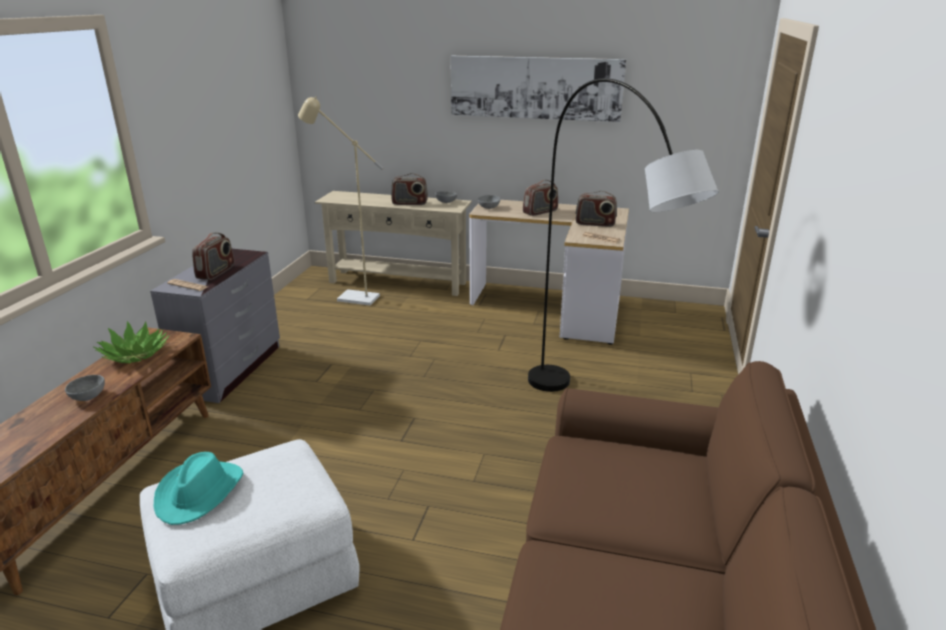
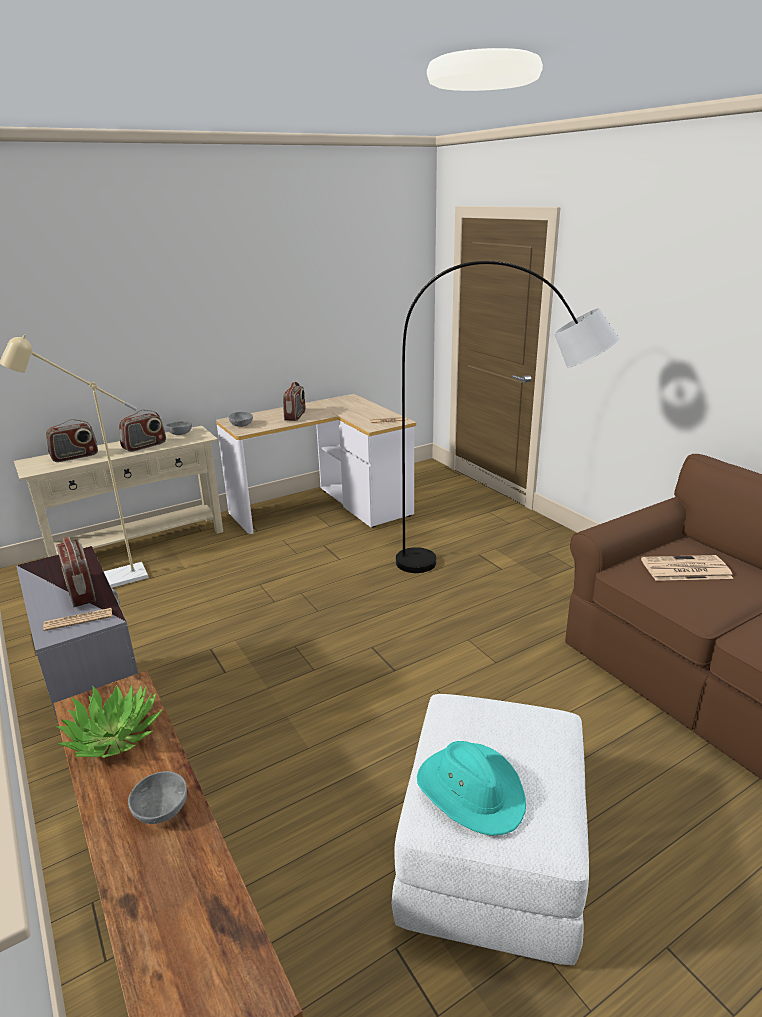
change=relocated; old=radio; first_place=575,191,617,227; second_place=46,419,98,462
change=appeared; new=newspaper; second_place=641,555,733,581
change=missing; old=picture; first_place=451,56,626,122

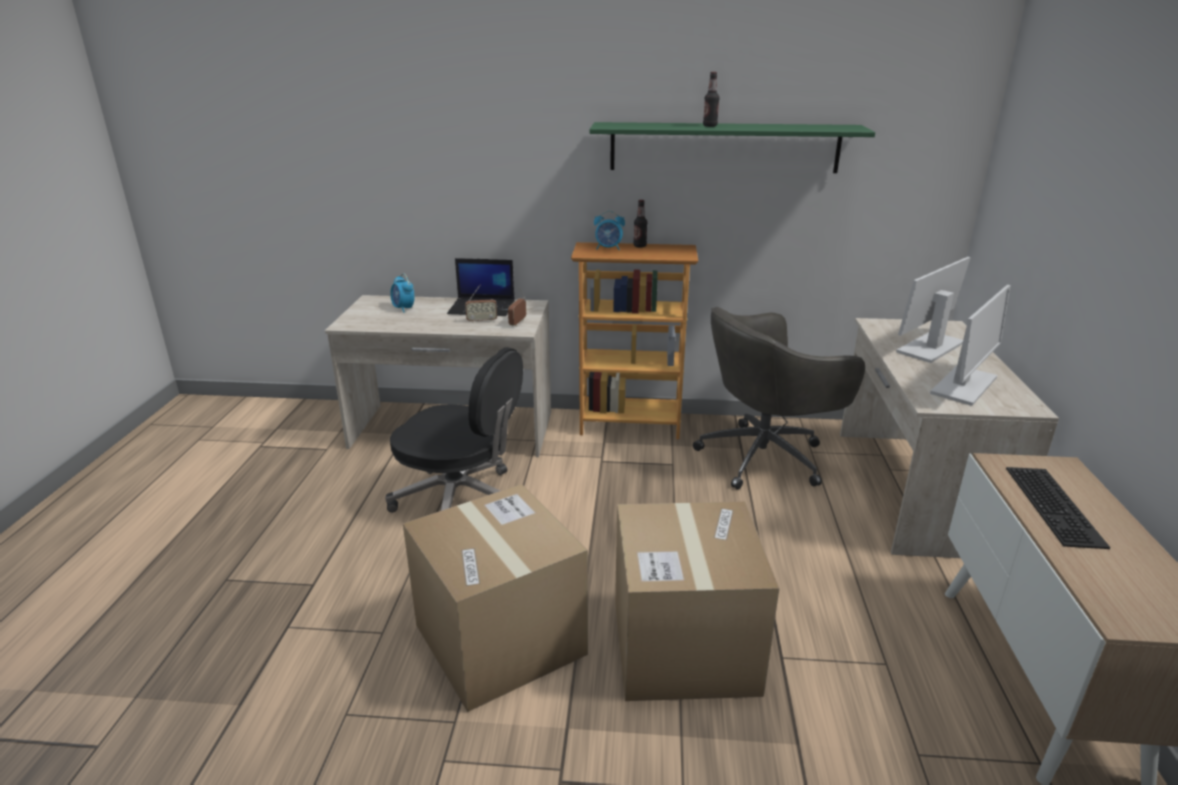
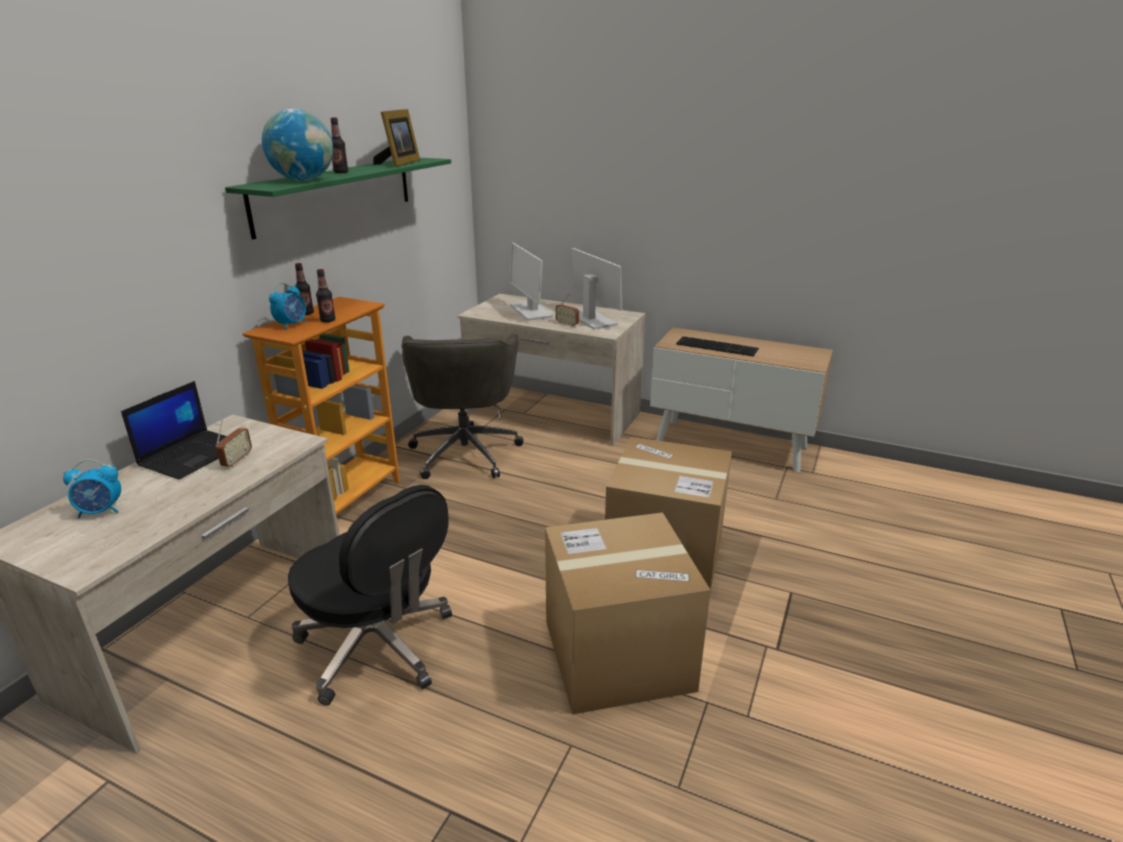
change=appeared; new=globe; second_place=262,109,333,181
change=spun; old=black office chair; first_place=385,347,523,512; second_place=288,485,452,706; degrees=90
change=appeared; new=bottle; second_place=316,269,335,322
change=appeared; new=picture frame; second_place=373,109,420,167
change=relocated; old=radio; first_place=508,288,526,327; second_place=556,293,579,327

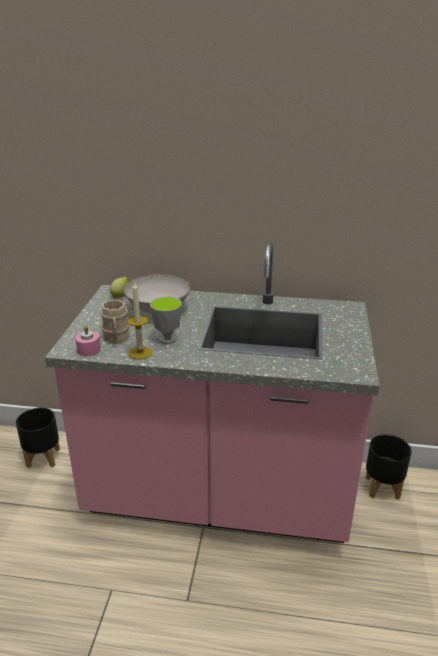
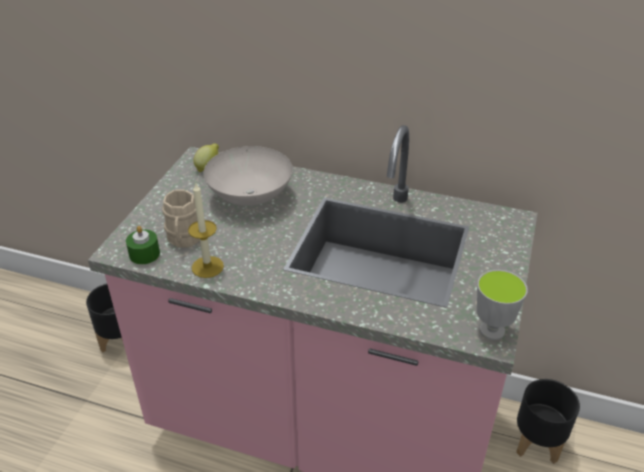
change=colour; old=pink candle; new=green candle; first_place=75,326,101,356; second_place=126,226,160,264
change=relocated; old=cup; first_place=150,297,182,344; second_place=477,270,528,340

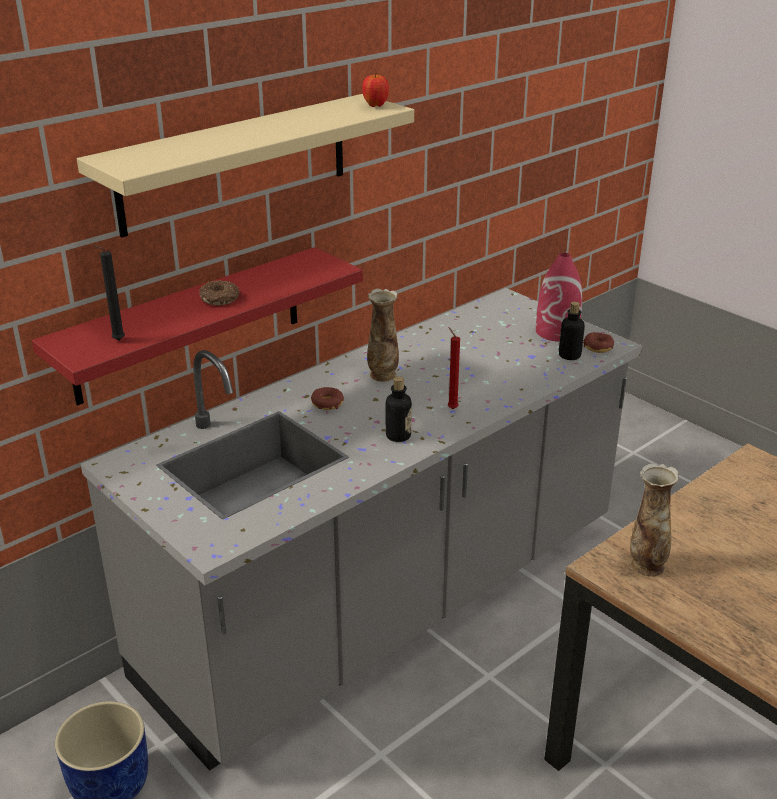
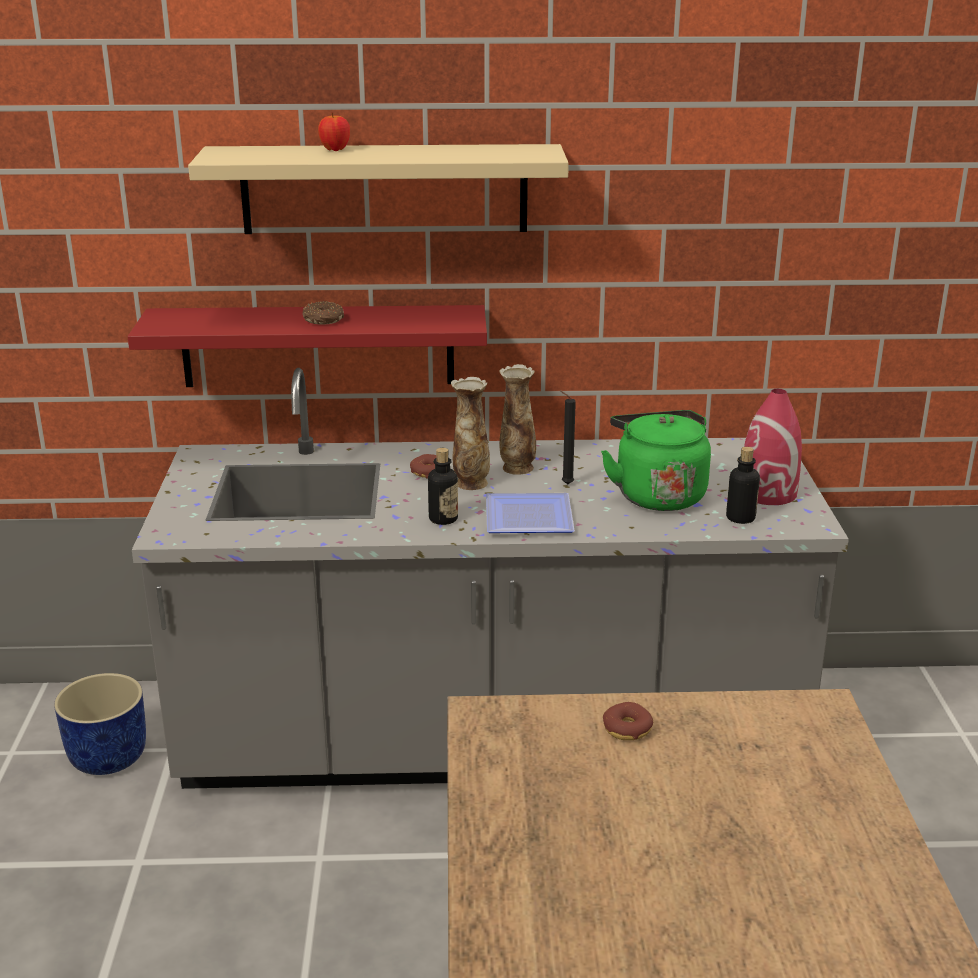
change=relocated; old=apple; first_place=362,72,389,107; second_place=318,112,350,151
change=relocated; old=vase; first_place=630,464,680,577; second_place=451,377,490,490
change=exchanged; old=red candle; new=plate; first_place=448,327,460,409; second_place=486,493,575,533
change=relocated; old=black candle; first_place=93,245,125,341; second_place=560,390,576,484
change=appeared; new=green kettle; second_place=601,410,711,511
change=relocated; old=donut; first_place=583,332,614,353; second_place=603,702,653,740

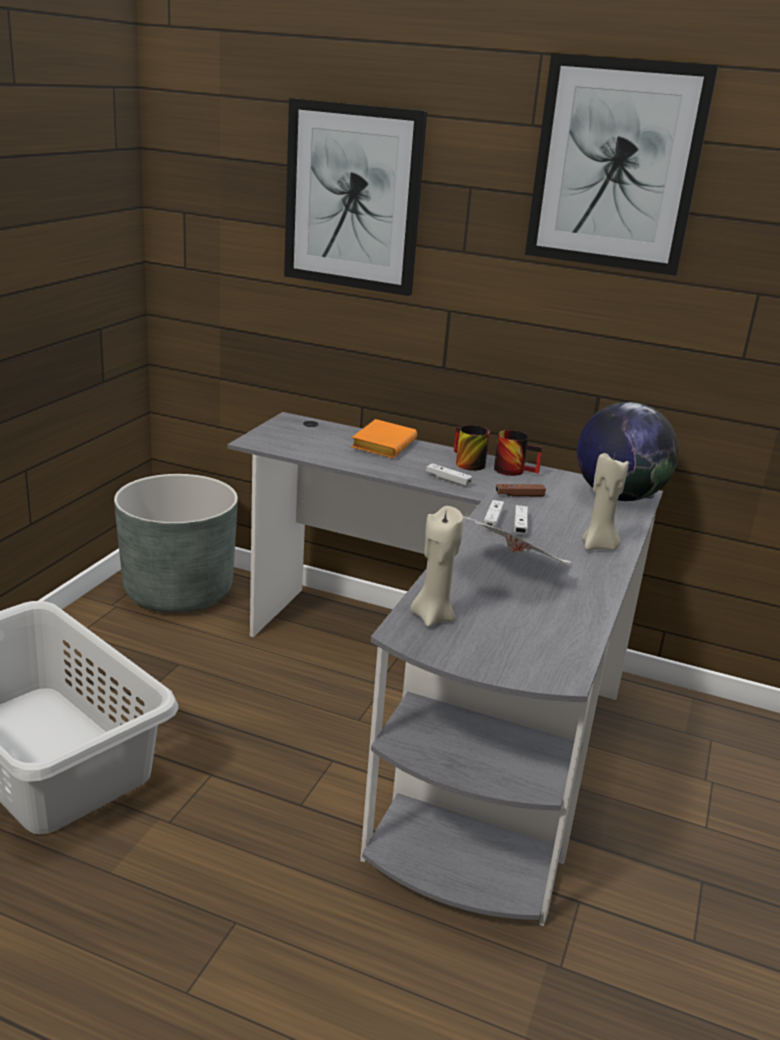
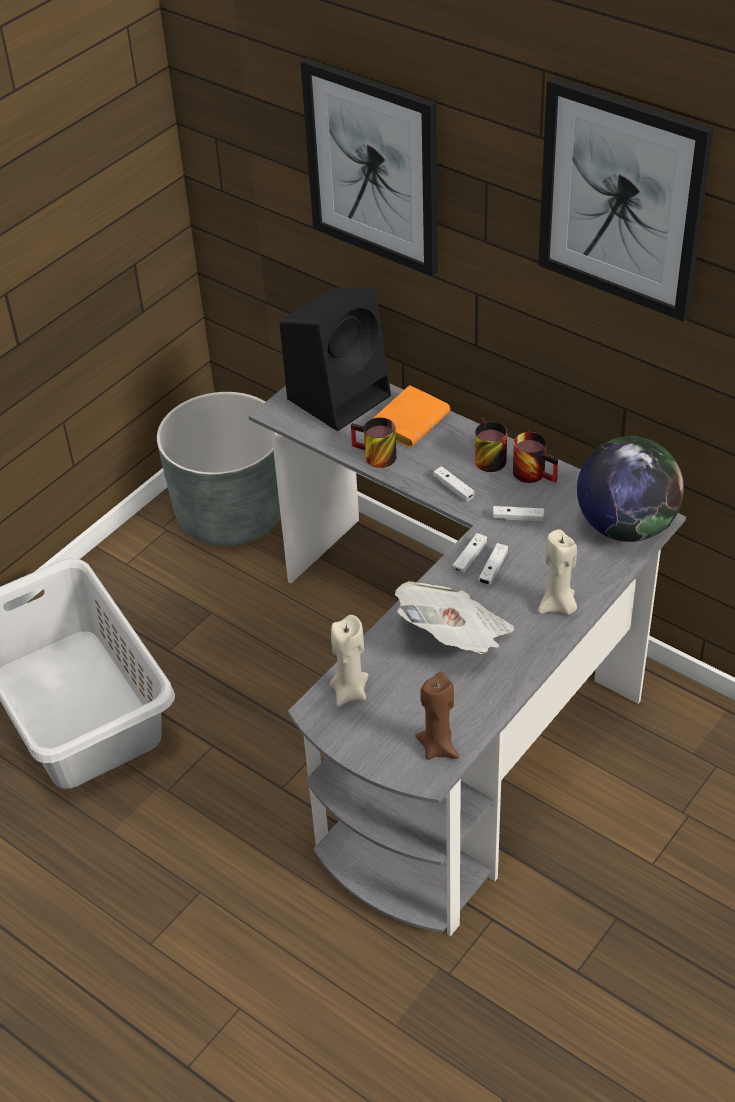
change=appeared; new=black speaker; second_place=279,287,391,431
change=appeared; new=mug; second_place=351,417,396,468
change=appeared; new=brown candle; second_place=415,672,459,760
change=colour; old=brown game controller; new=white game controller; first_place=496,484,546,497; second_place=493,506,544,522

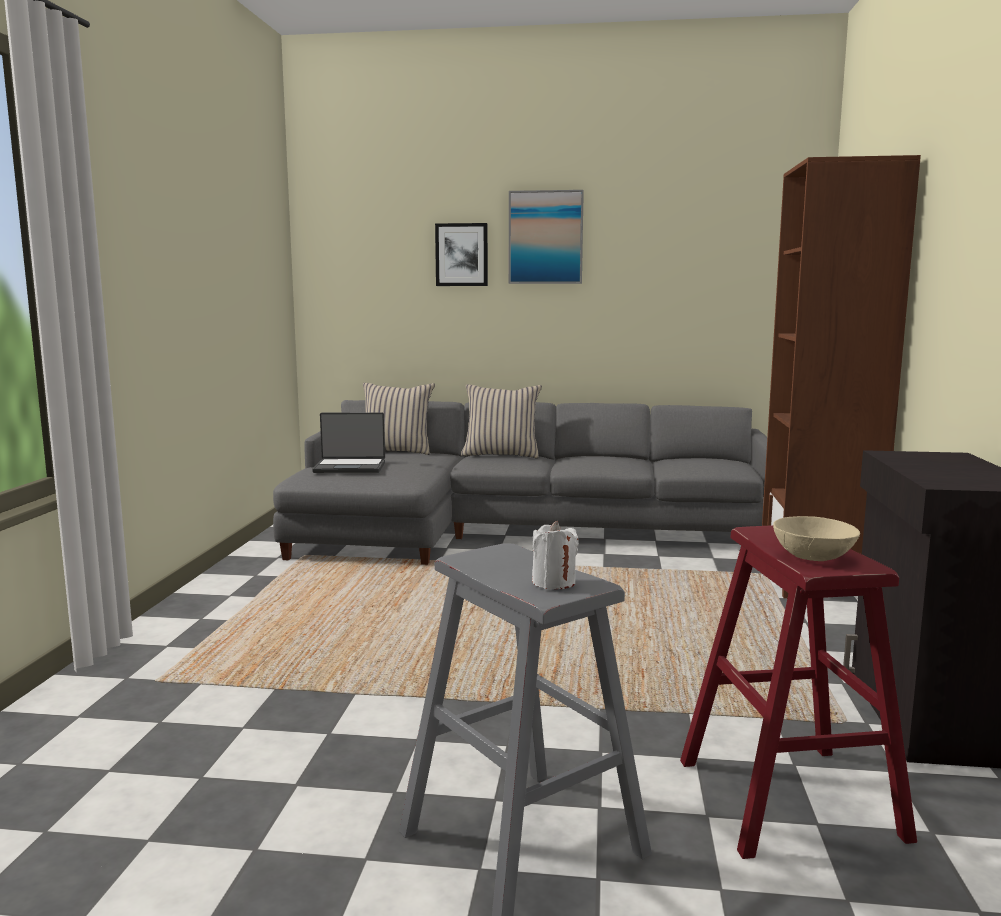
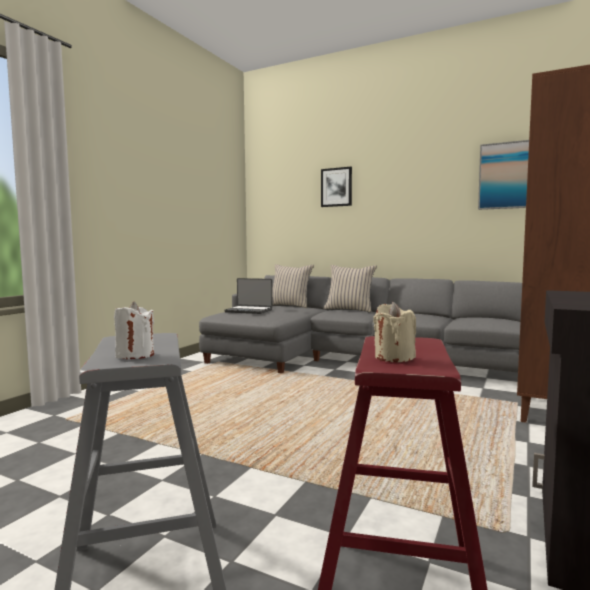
change=exchanged; old=beige bowl; new=beige candle; first_place=773,516,860,561; second_place=373,302,416,362
change=relocated; old=picture; first_place=509,190,584,284; second_place=478,140,529,210

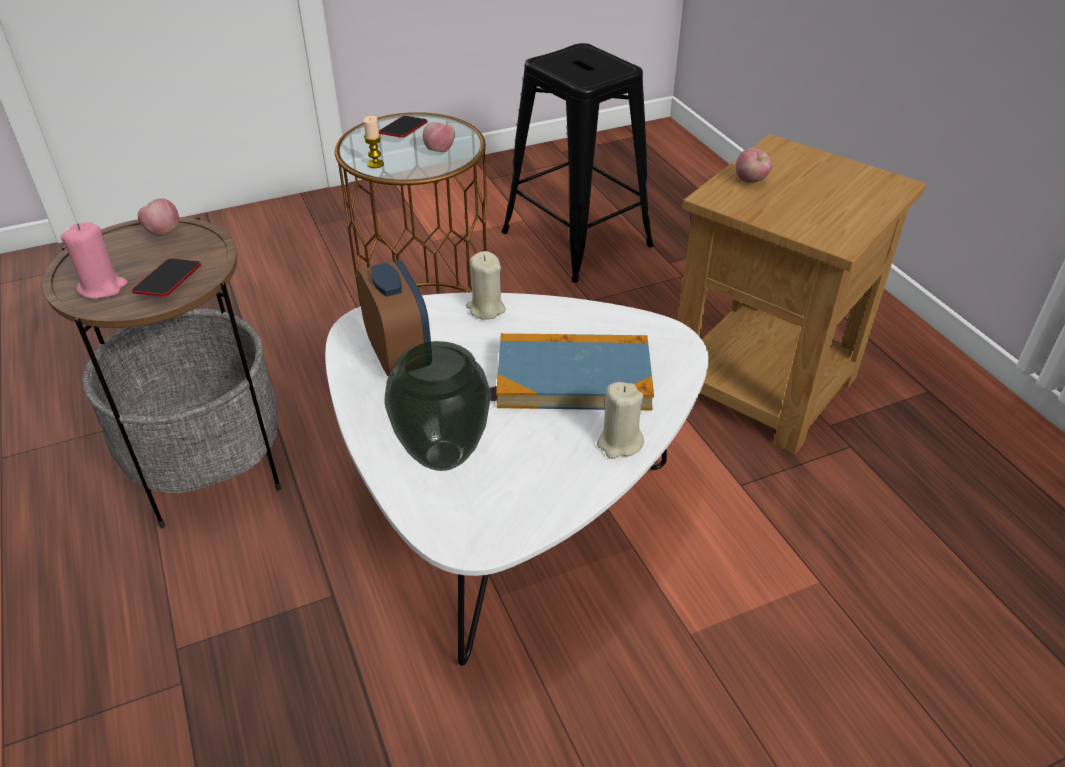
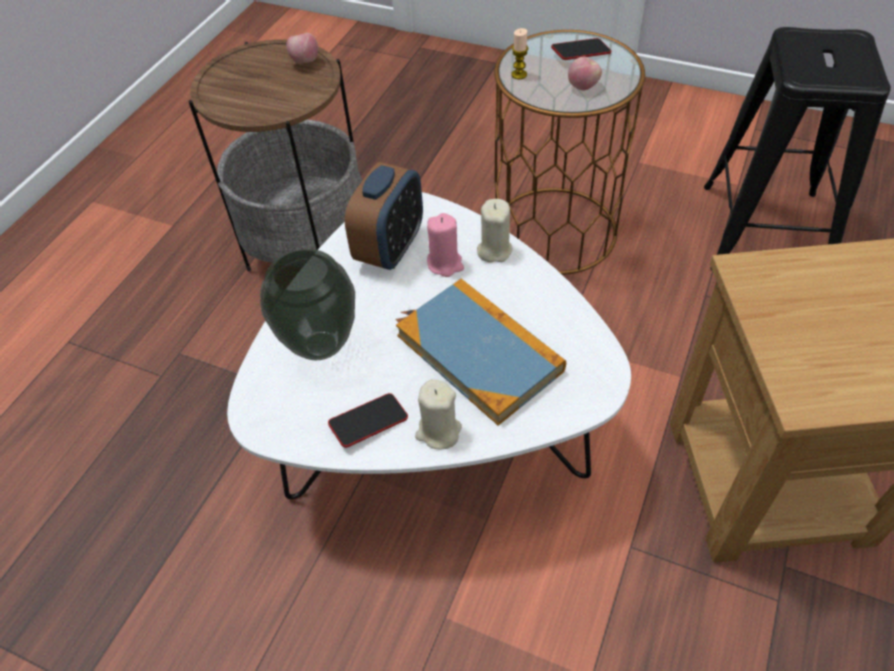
change=relocated; old=phone; first_place=132,258,201,297; second_place=328,393,408,448
change=relocated; old=pink candle; first_place=61,222,128,299; second_place=427,213,464,277
change=missing; old=apple; first_place=735,148,772,183

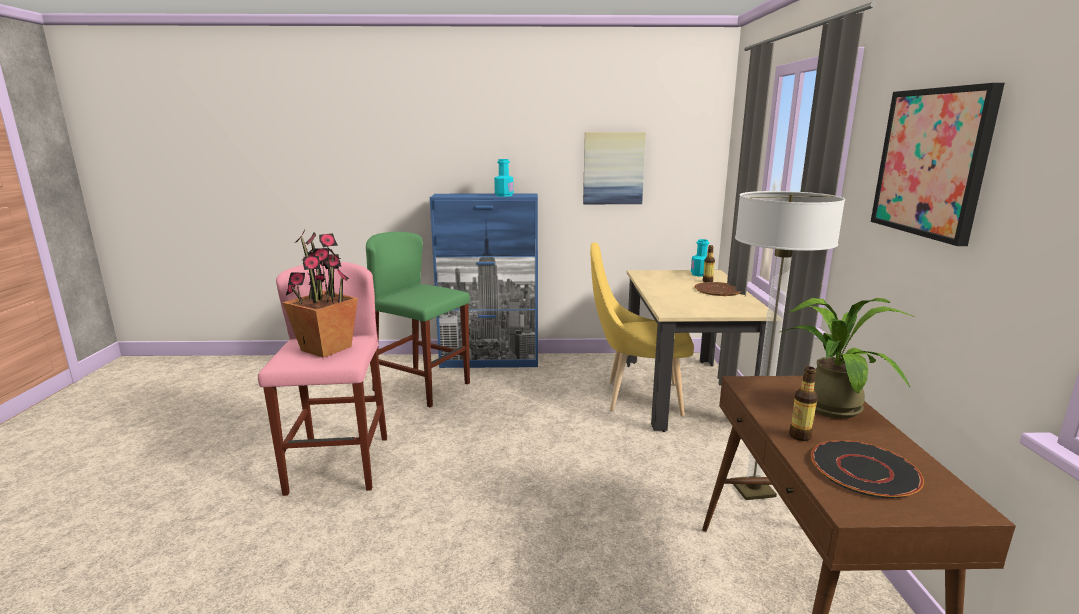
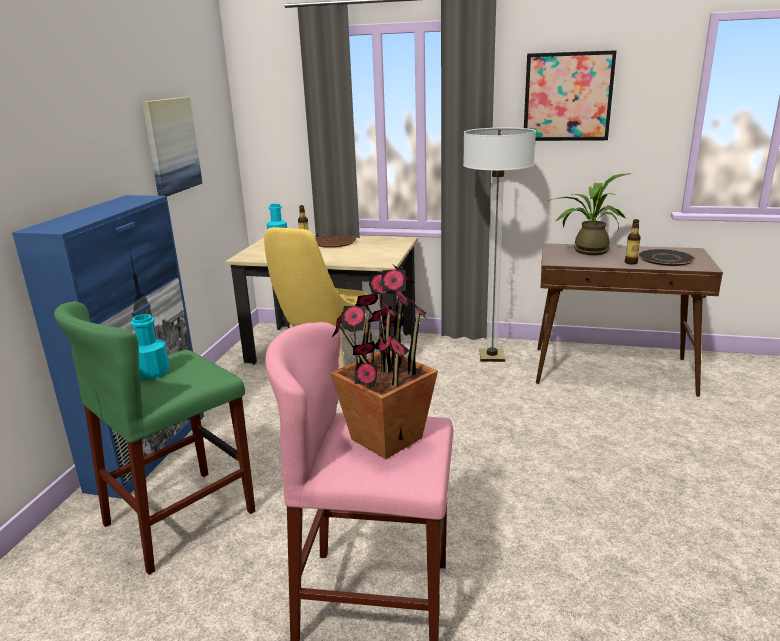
change=relocated; old=turquoise bottle; first_place=494,159,514,197; second_place=131,314,170,380

